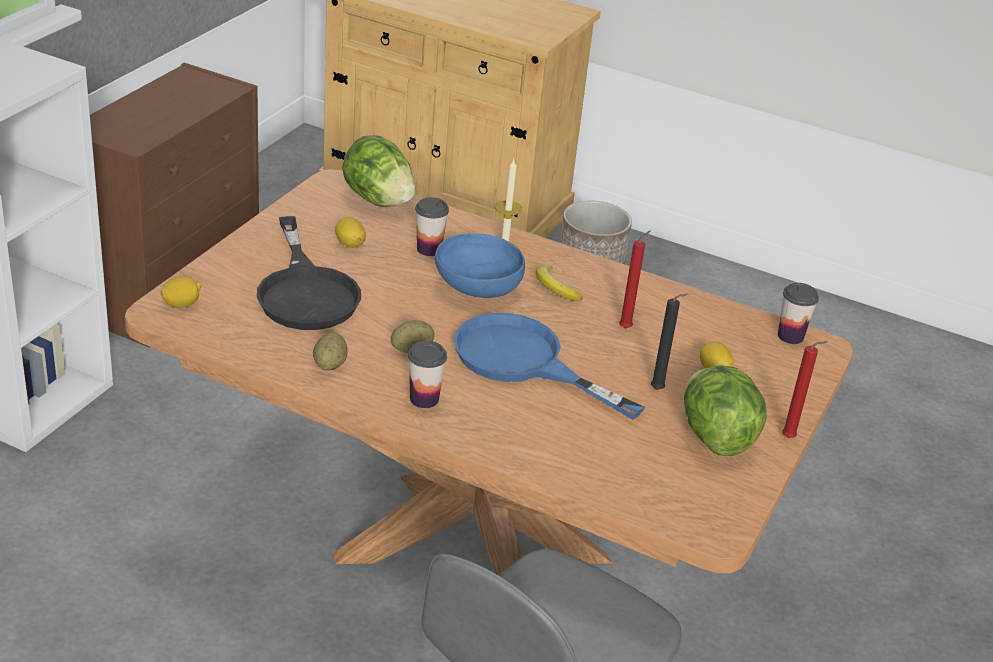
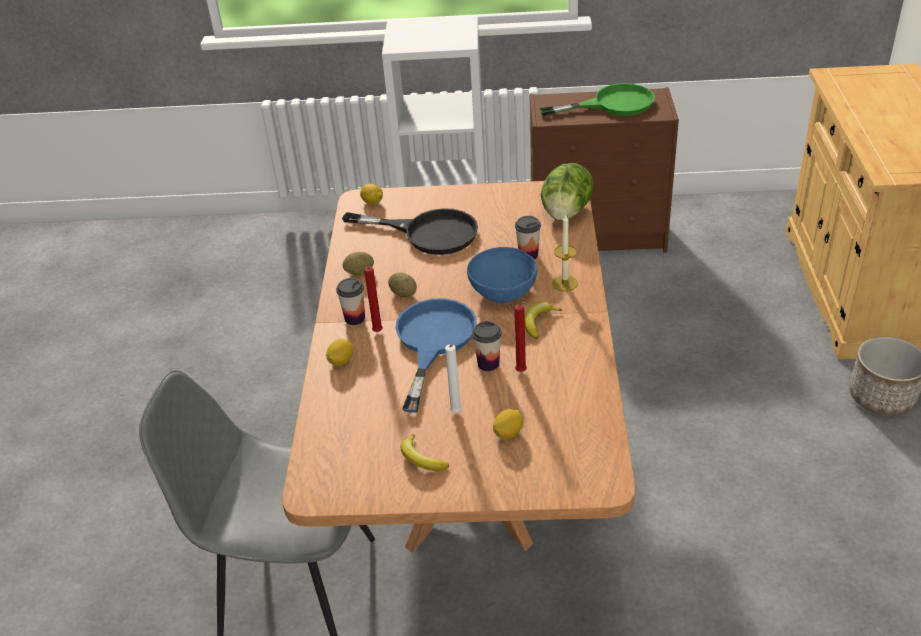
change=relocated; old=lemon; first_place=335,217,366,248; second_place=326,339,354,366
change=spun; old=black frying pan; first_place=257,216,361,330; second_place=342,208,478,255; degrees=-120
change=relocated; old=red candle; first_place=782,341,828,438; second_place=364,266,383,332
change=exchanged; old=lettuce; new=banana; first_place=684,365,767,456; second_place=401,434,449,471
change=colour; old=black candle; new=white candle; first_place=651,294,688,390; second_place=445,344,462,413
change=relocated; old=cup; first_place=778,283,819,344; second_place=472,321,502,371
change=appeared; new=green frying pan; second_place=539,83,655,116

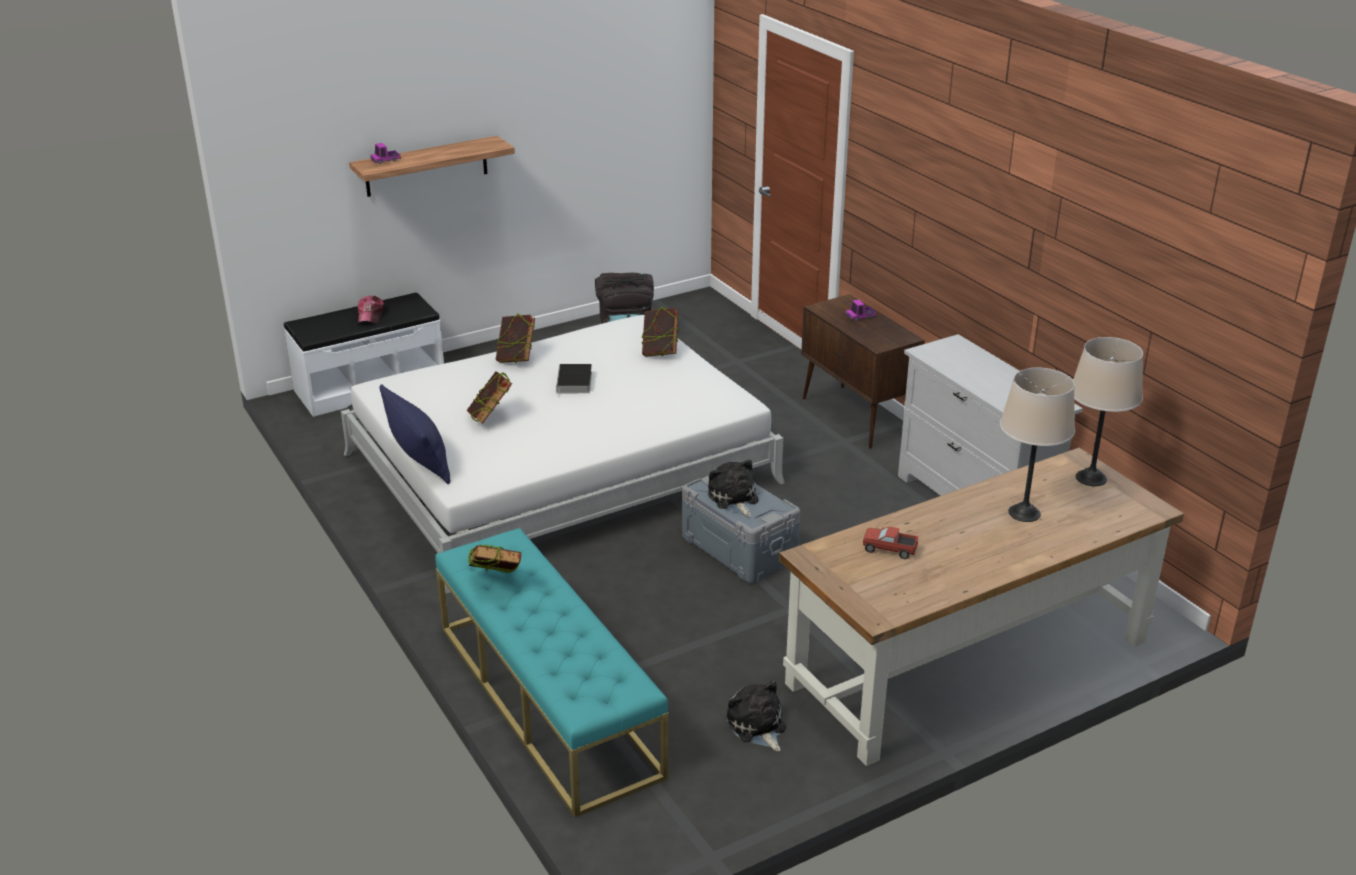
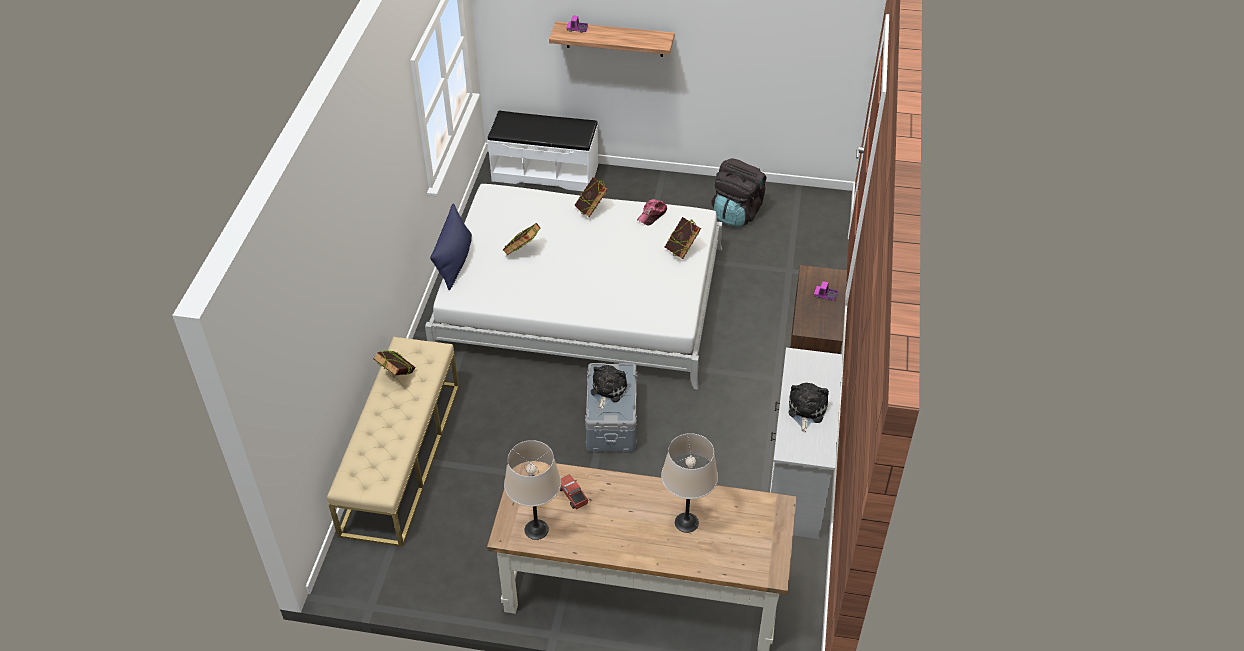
change=colour; old=turquoise bench; new=beige bench; first_place=435,528,669,818; second_place=327,337,459,547
change=relocated; old=beige table lamp; first_place=1073,337,1143,486; second_place=504,440,561,540
change=relocated; old=cap; first_place=358,296,385,323; second_place=637,199,667,225
change=relocated; old=plush toy; first_place=726,681,786,751; second_place=788,383,829,432
change=missing; old=book; first_place=556,364,592,398

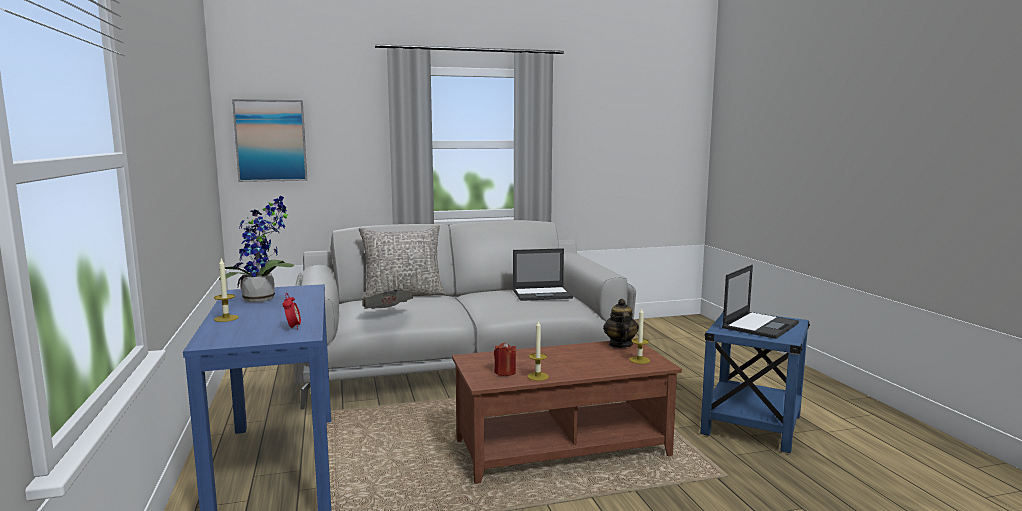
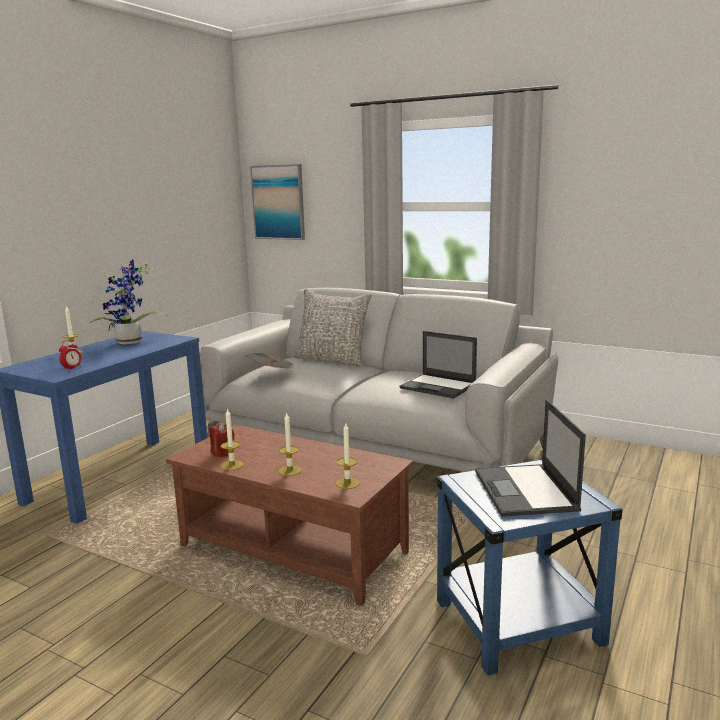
change=appeared; new=candle; second_place=279,412,302,476
change=spun; old=laptop; first_place=722,265,799,339; second_place=475,399,586,517; degrees=90
change=missing; old=teapot; first_place=603,299,639,348

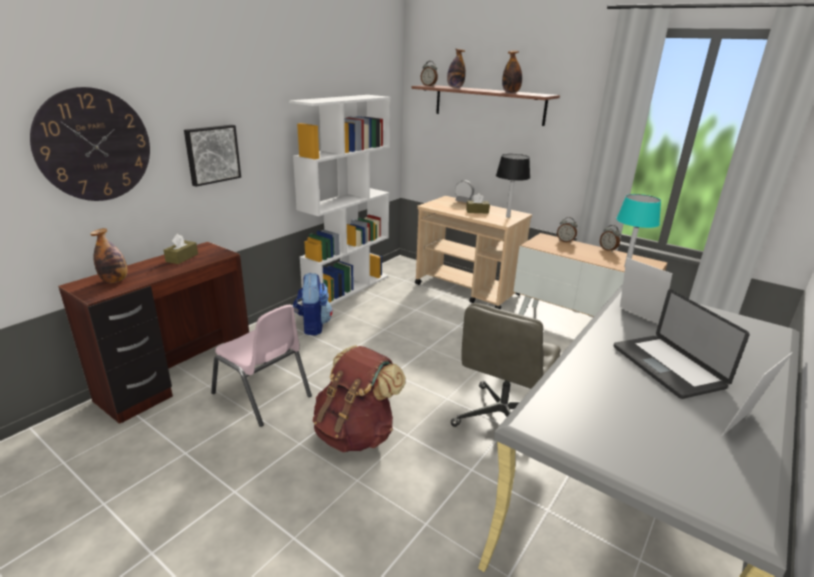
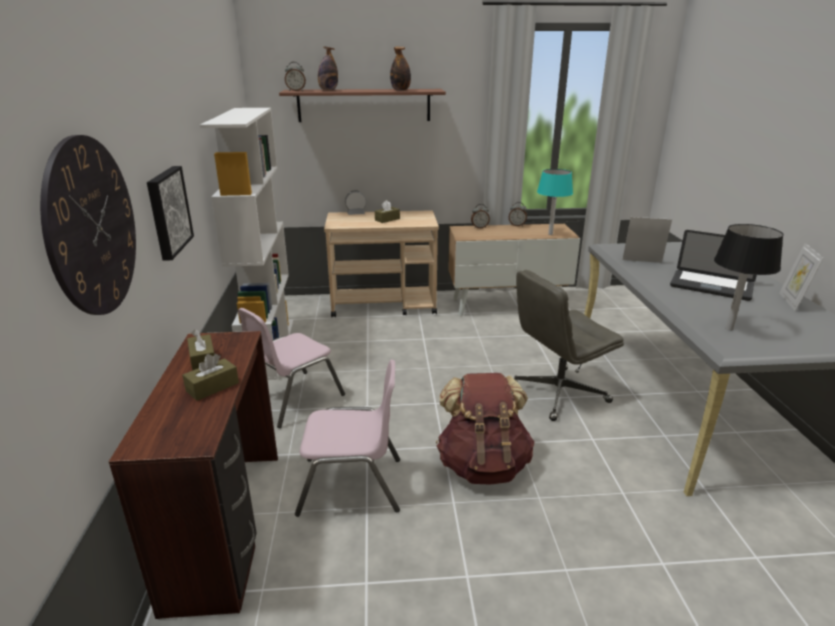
change=appeared; new=brown tissue box; second_place=182,354,239,401
change=exchanged; old=backpack; new=pink chair; first_place=293,273,333,336; second_place=238,308,345,428
change=spun; old=grey office chair; first_place=451,303,561,427; second_place=514,270,624,421; degrees=75
change=relocated; old=black table lamp; first_place=496,154,530,218; second_place=714,224,784,331
change=missing; old=bottle; first_place=90,228,128,283

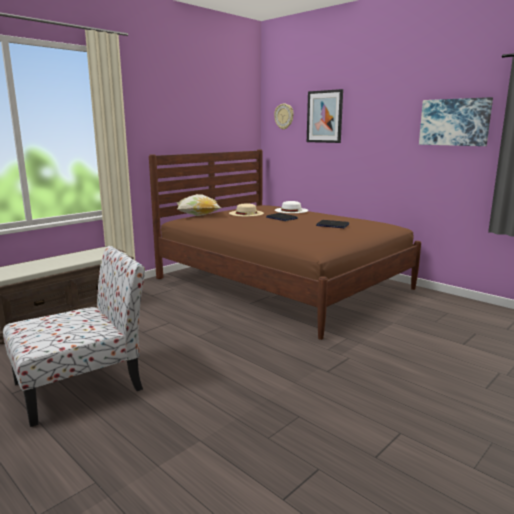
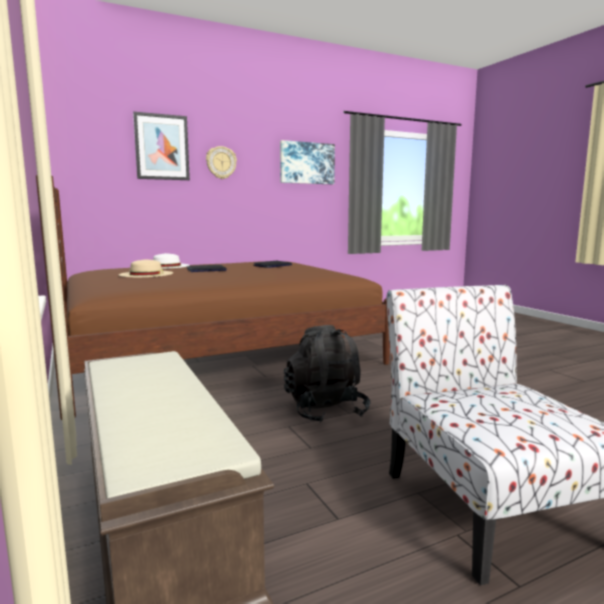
change=relocated; old=wall clock; first_place=274,104,294,130; second_place=206,146,237,179
change=appeared; new=black backpack; second_place=284,325,371,423
change=missing; old=pillow; first_place=177,194,221,216

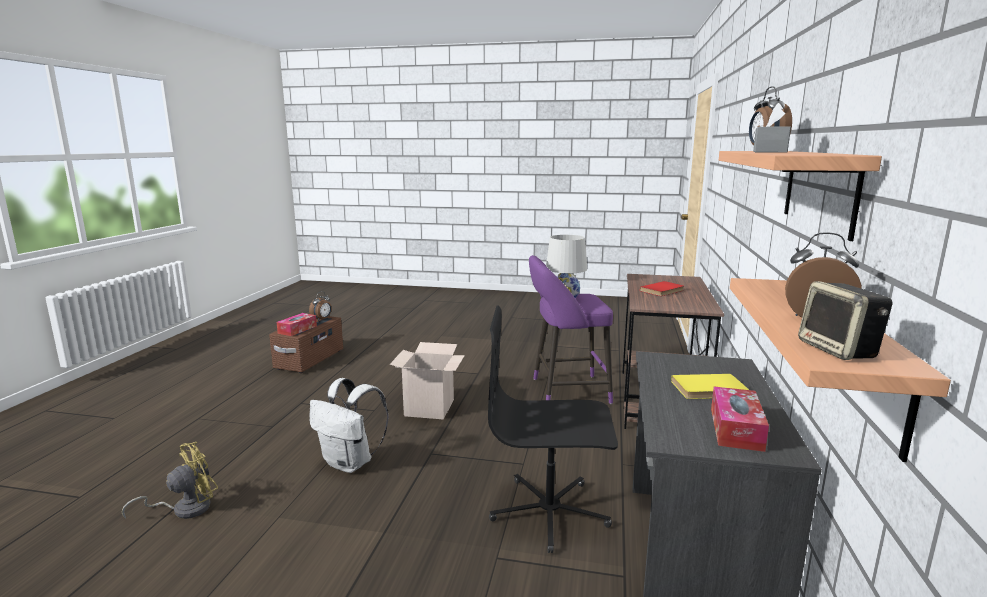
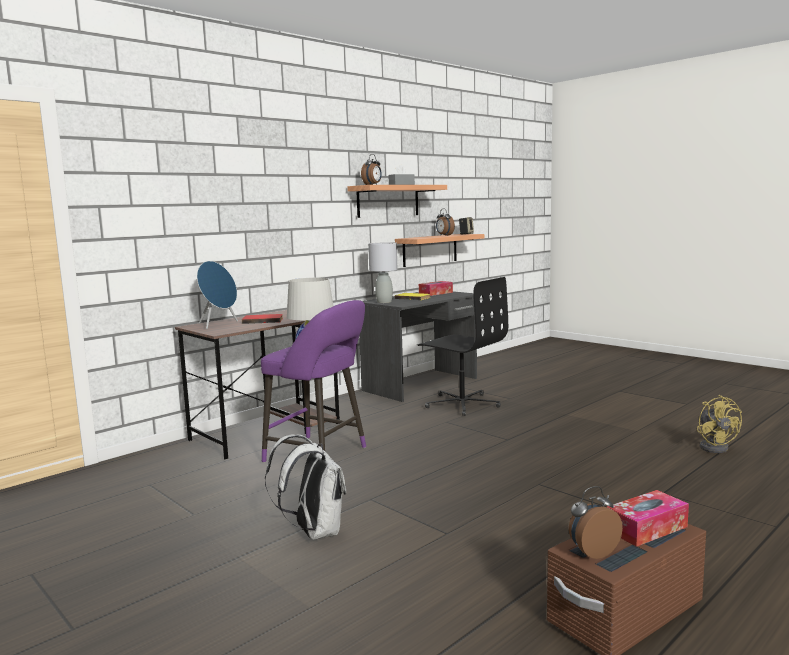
change=appeared; new=blue speaker; second_place=197,261,238,329
change=relocated; old=white backpack; first_place=310,378,389,473; second_place=265,435,346,540
change=appeared; new=grey table lamp; second_place=368,242,398,303
change=spun; old=yellow fan; first_place=122,442,218,519; second_place=697,395,742,453; degrees=-90
change=missing; old=cardboard box; first_place=390,342,465,419

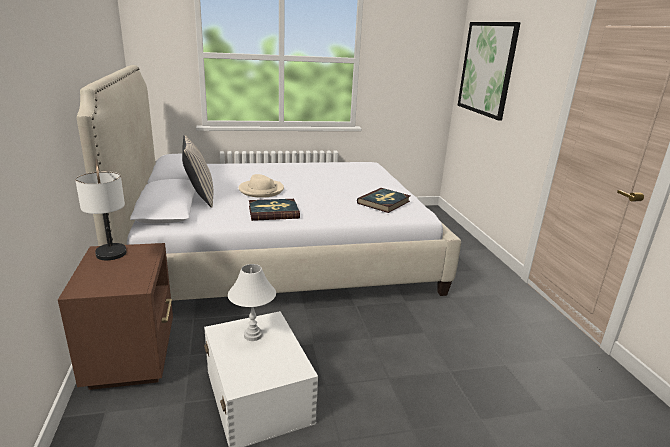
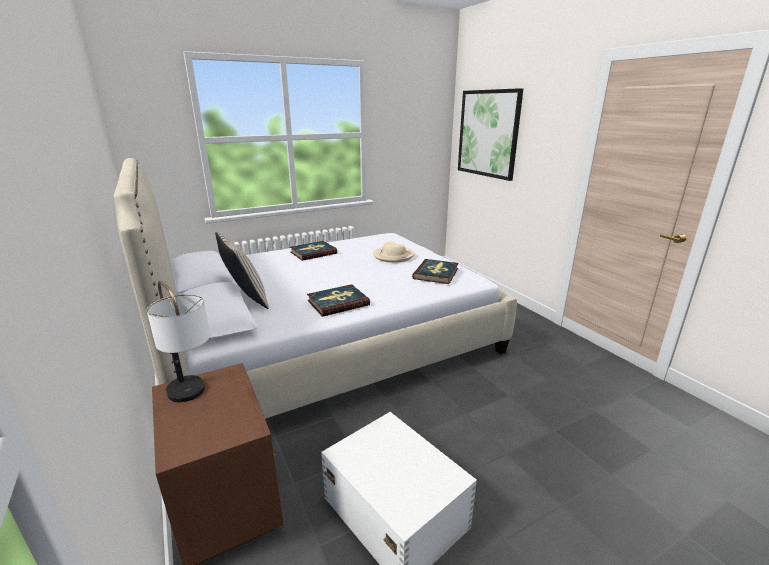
change=appeared; new=book; second_place=290,241,337,261
change=relocated; old=beige hat; first_place=239,174,284,198; second_place=373,242,414,263
change=missing; old=white table lamp; first_place=228,264,276,341

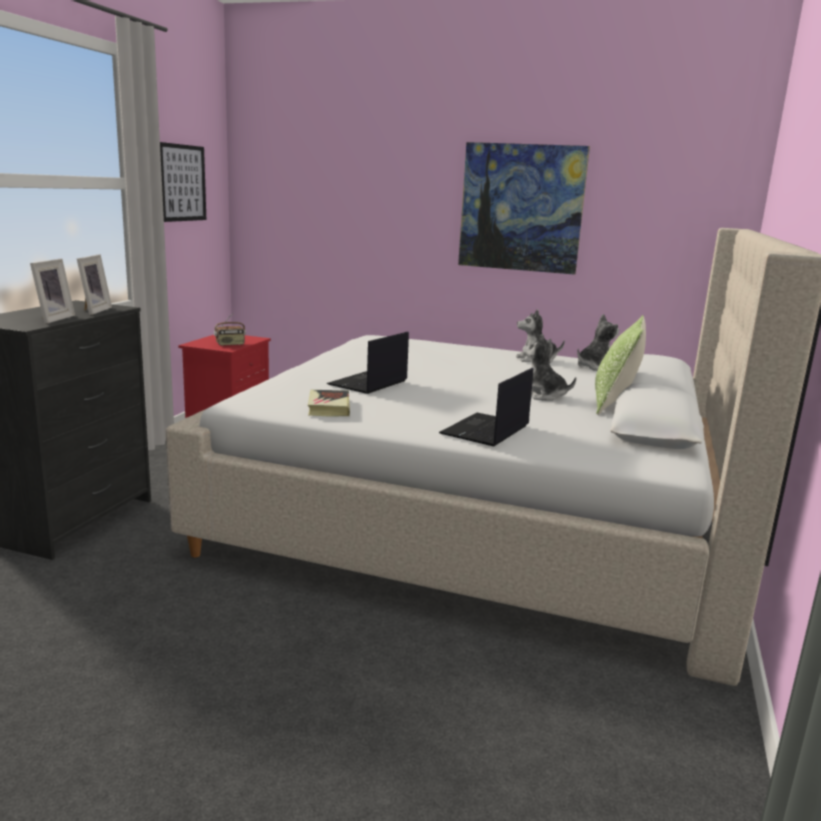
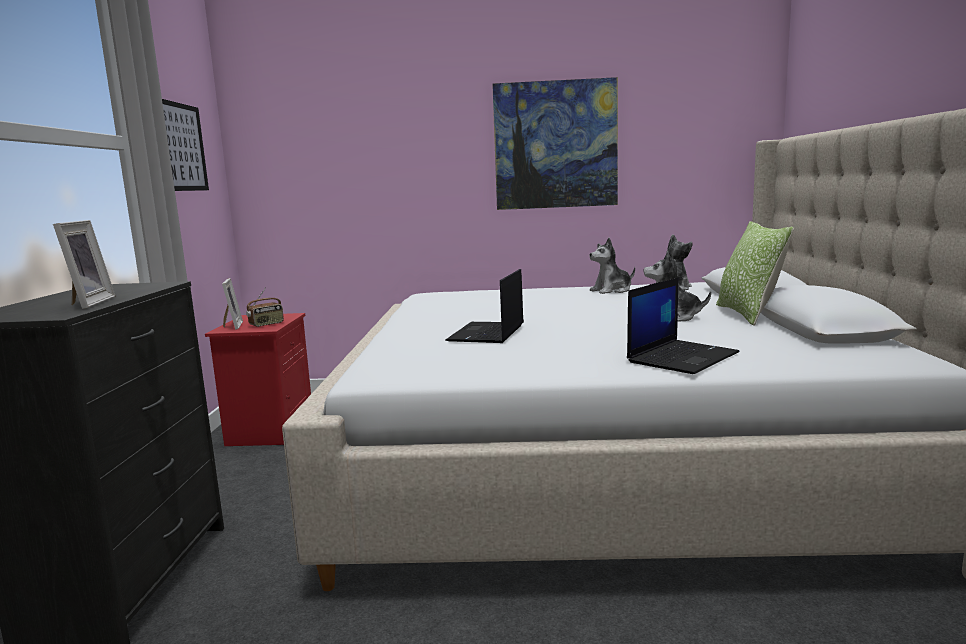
change=relocated; old=picture frame; first_place=77,254,112,315; second_place=222,278,243,330
change=spun; old=laptop; first_place=439,368,533,447; second_place=627,277,740,374; degrees=-150
change=missing; old=book; first_place=308,390,350,416

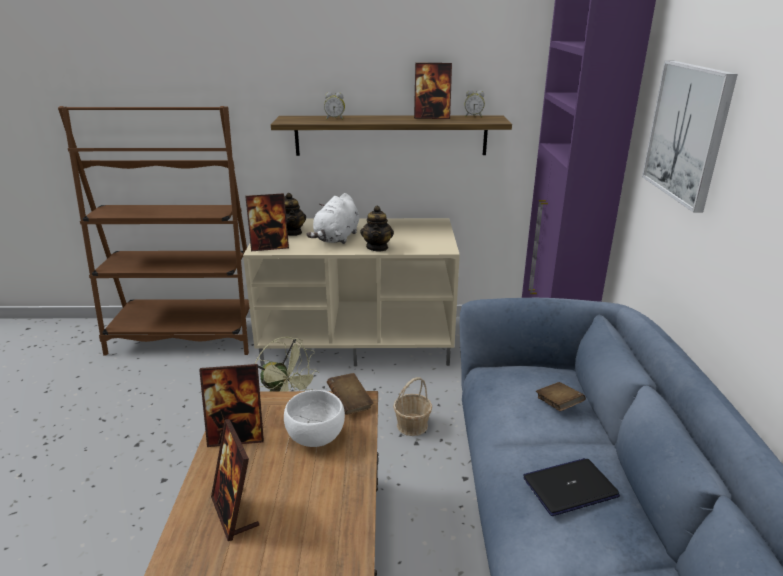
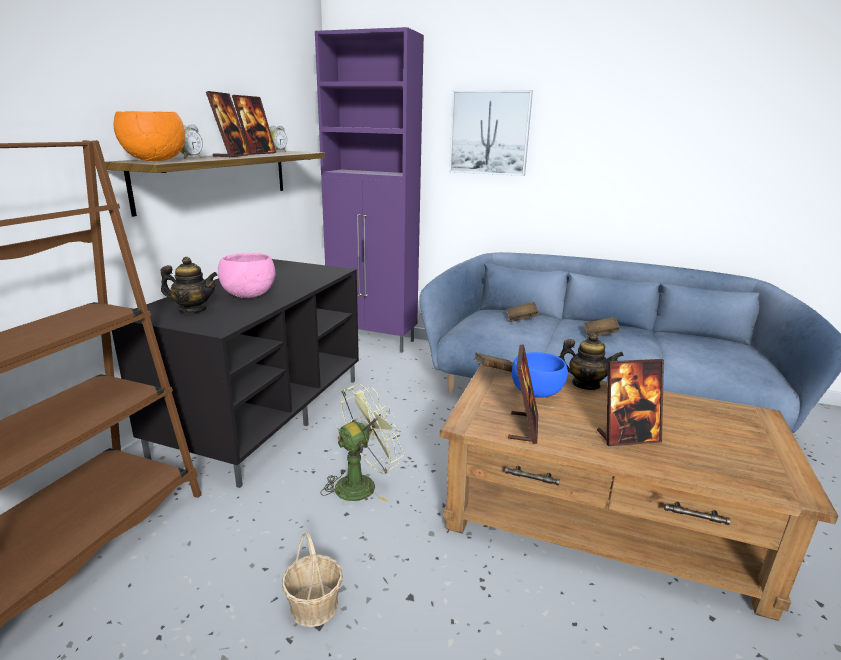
change=colour; old=beige tv stand; new=black tv stand; first_place=243,218,460,367; second_place=112,259,359,488
change=appeared; new=orange bowl; second_place=114,111,185,161
change=relocated; old=picture frame; first_place=245,193,289,251; second_place=206,91,251,157
change=exchanged; old=white plush toy; new=pink bowl; first_place=306,193,359,244; second_place=218,253,275,298
change=relocated; old=basket; first_place=393,377,432,436; second_place=282,532,343,627
change=colour; old=white bowl; new=blue bowl; first_place=284,390,345,447; second_place=512,352,568,398
change=relocated; old=teapot; first_place=361,206,394,251; second_place=559,333,624,390
change=exchanged; old=laptop; new=brown book; first_place=523,458,620,516; second_place=584,317,620,337

